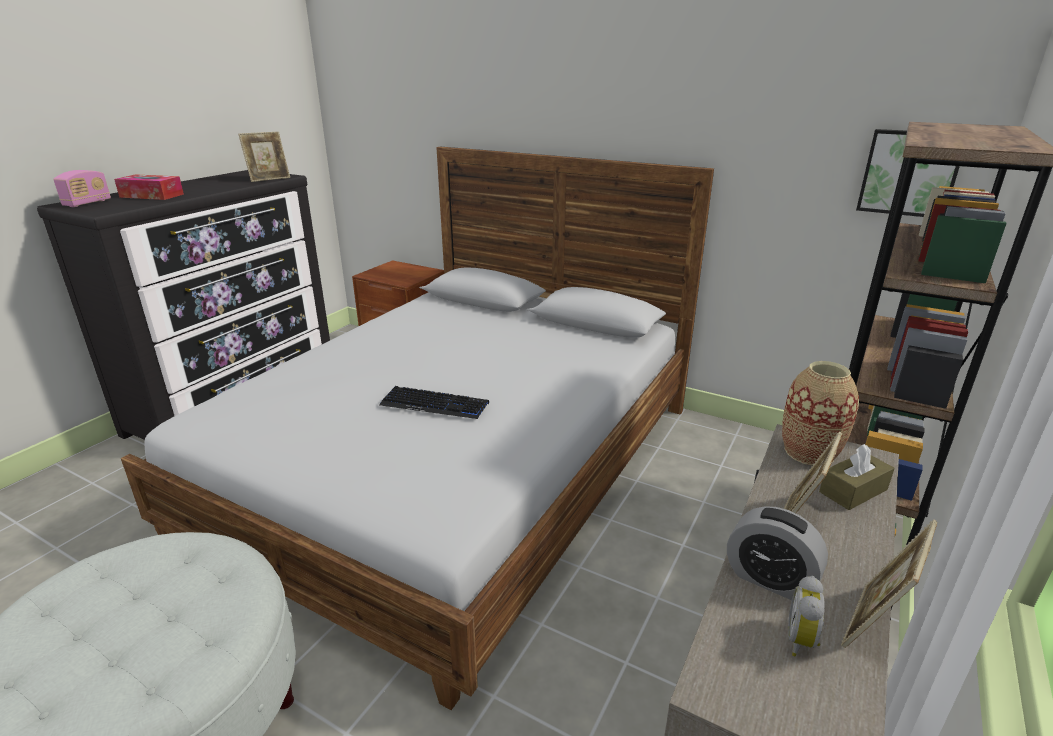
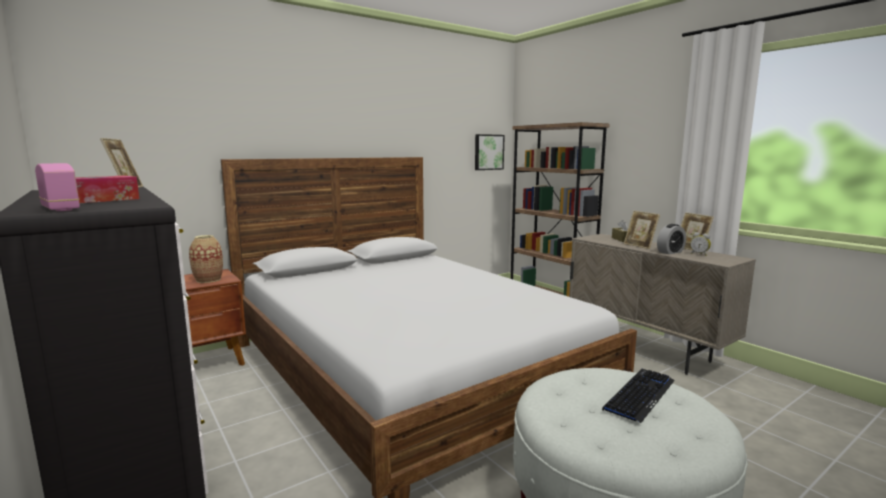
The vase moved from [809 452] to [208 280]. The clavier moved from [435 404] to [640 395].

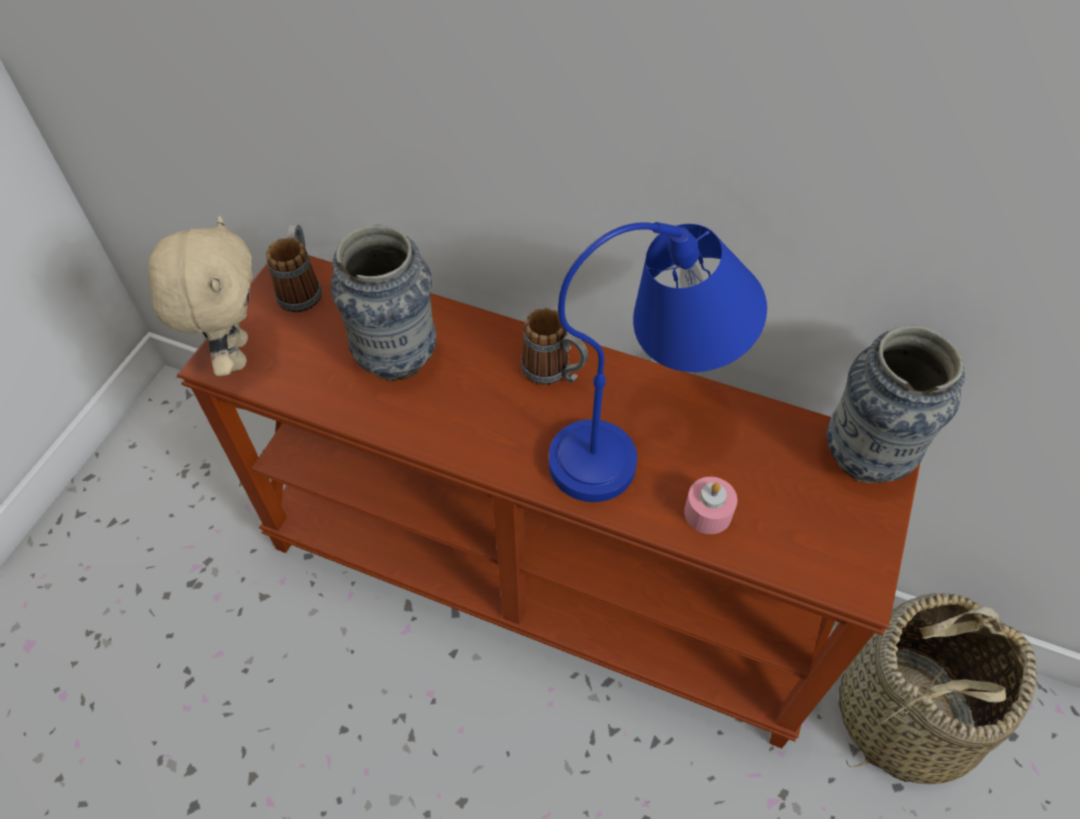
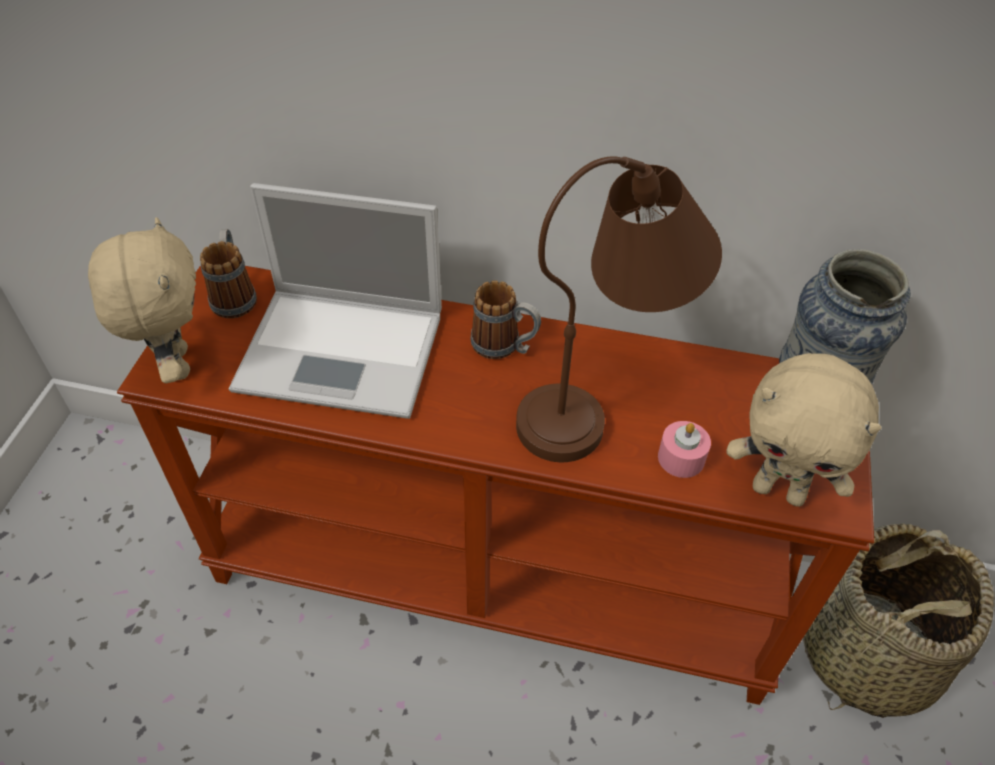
The lampe de table [bleu] at [643 439] became the lampe de table [marron] at [604 398]. The vase at [397 359] was replaced by the ordinateur portable at [345 351]. The peluche [beige] at [779 490] appeared.

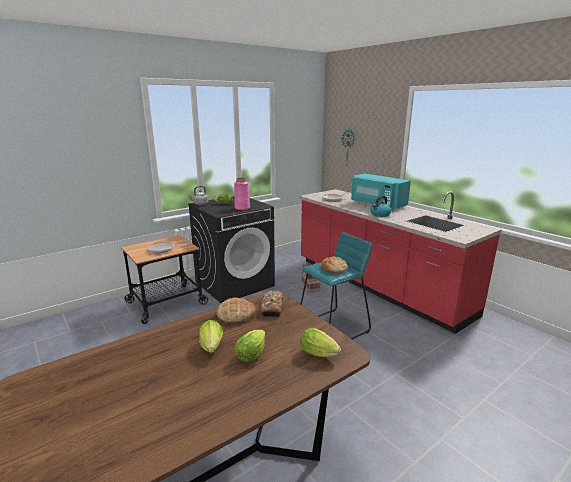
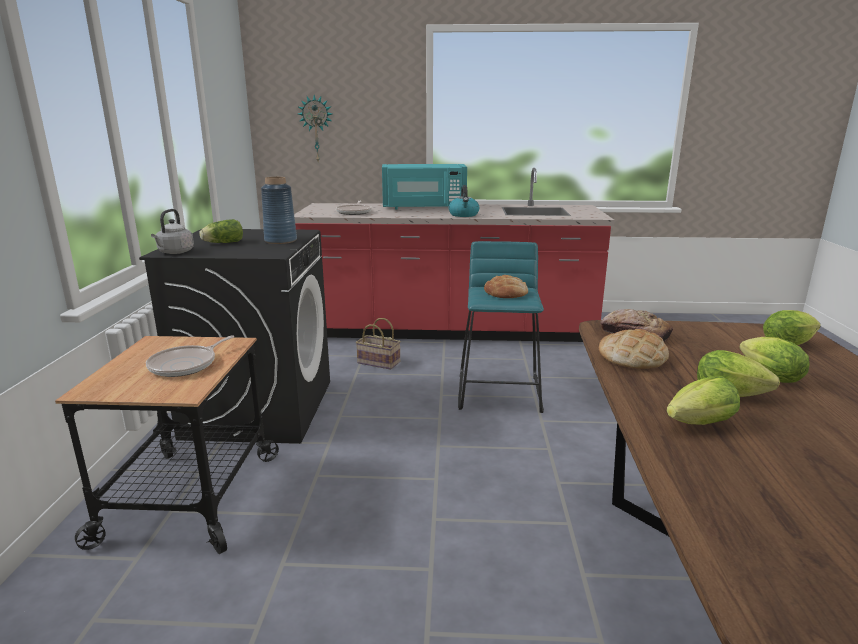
The vase [rose] at [242 208] became the vase [bleu] at [280 240]. The laitue at [696 425] appeared.

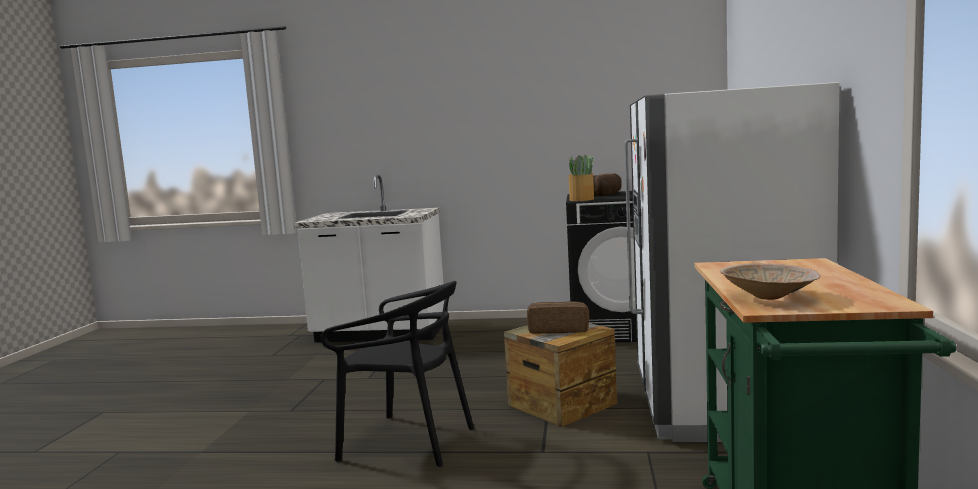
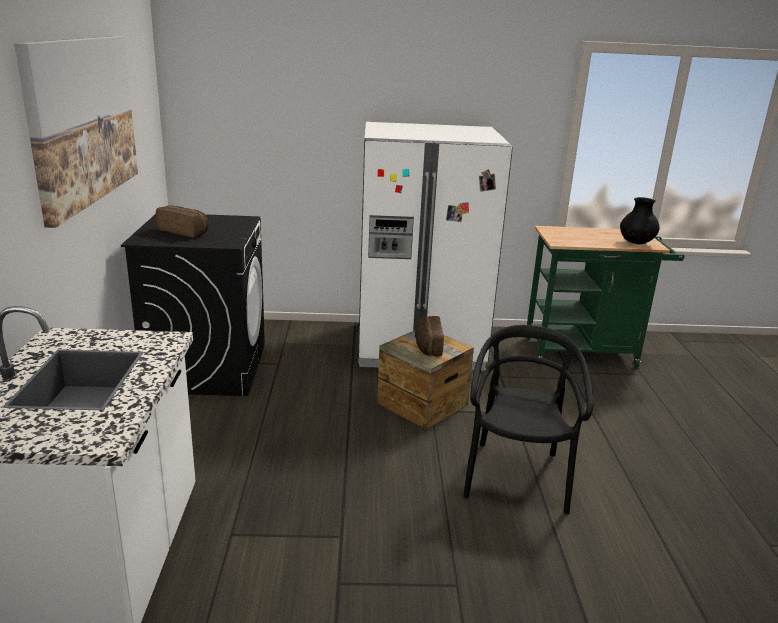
The plante en pot at [582 199] disappeared. The bol [beige] at [770 297] was replaced by the vase [noir] at [636 243]. The tableau at [83 121] appeared.

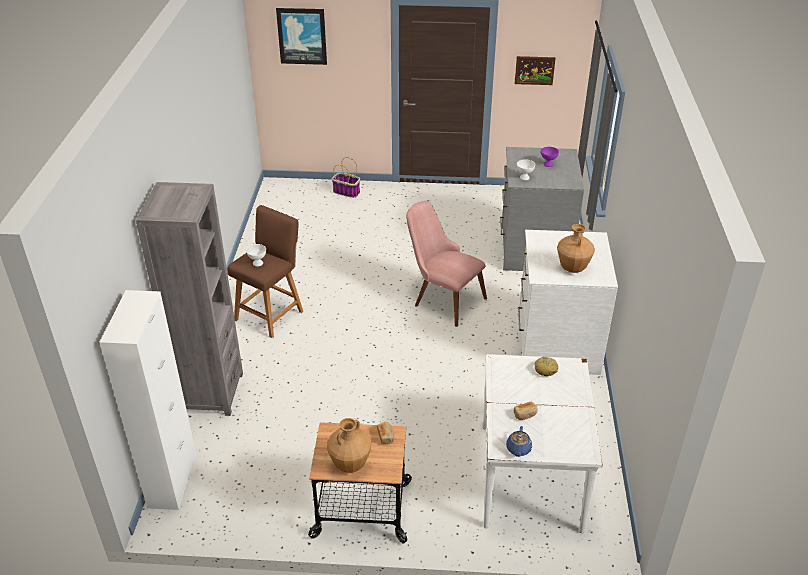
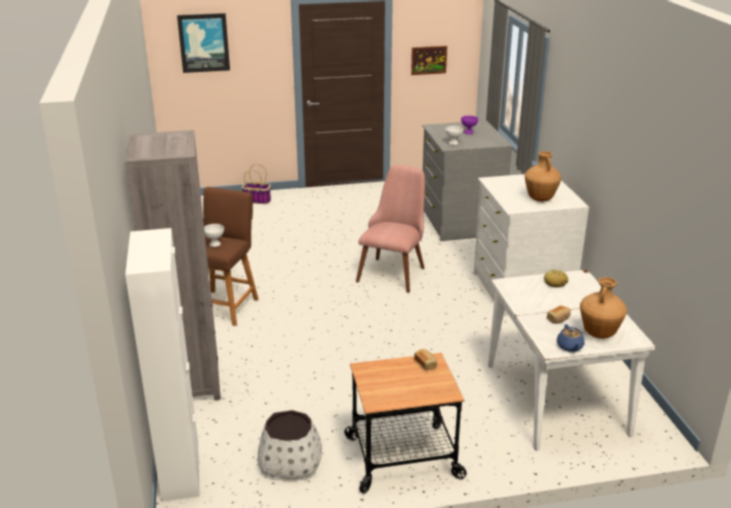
The chaise [rose] at [442 299] turned 90 degrees clockwise. The vase [marron] moved from [350 465] to [599 334]. The cache-pot [blanc] at [290 460] appeared.

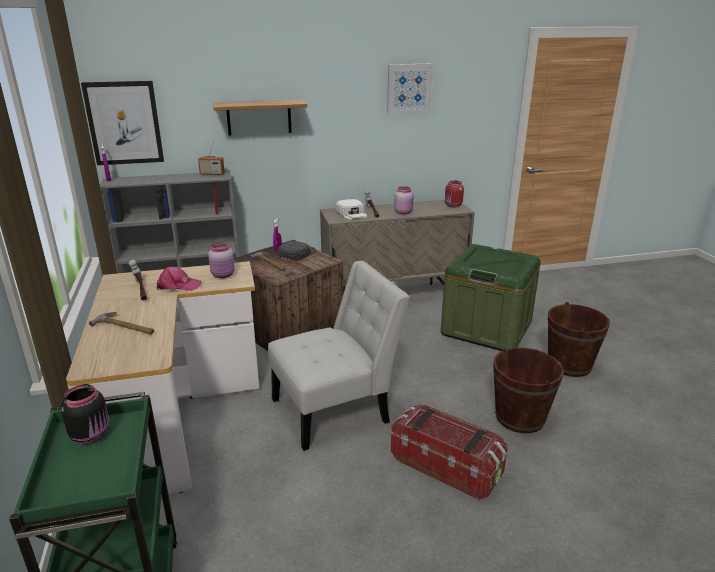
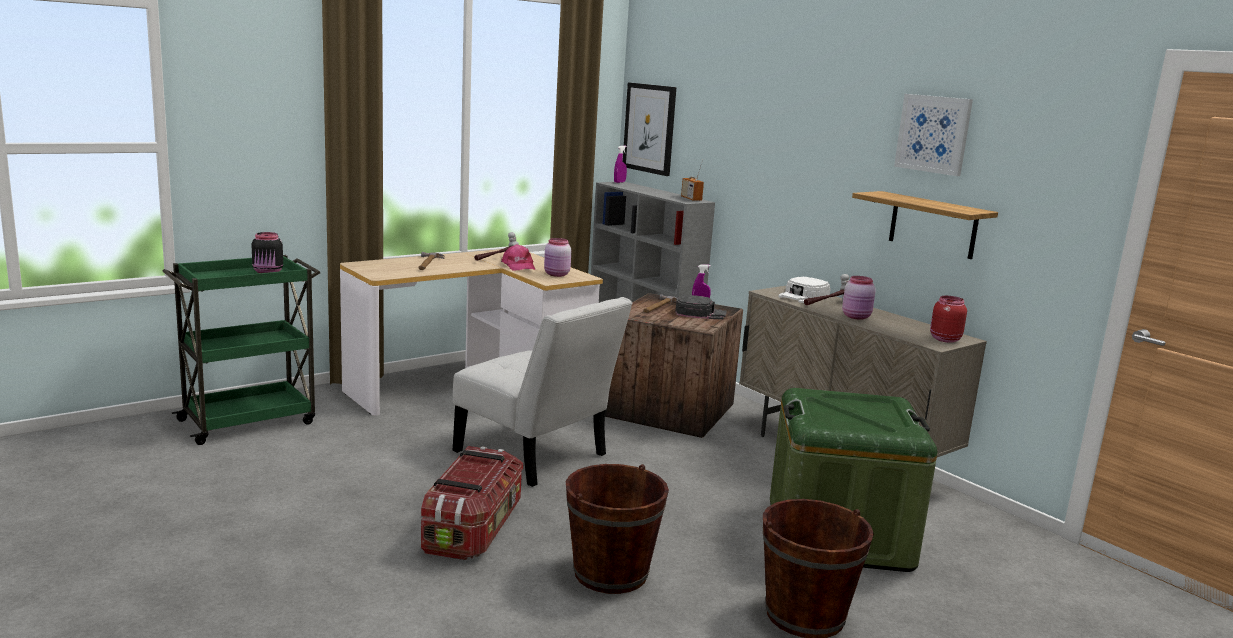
The étagère moved from [259 117] to [933 225].

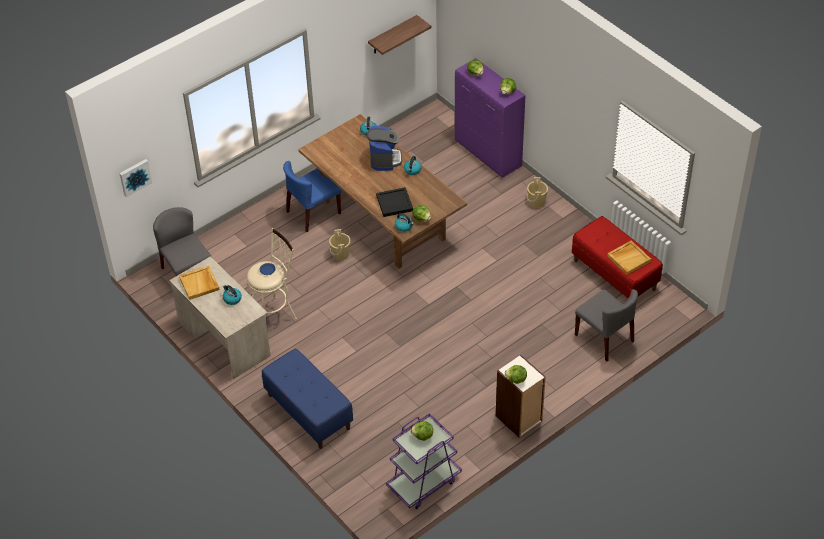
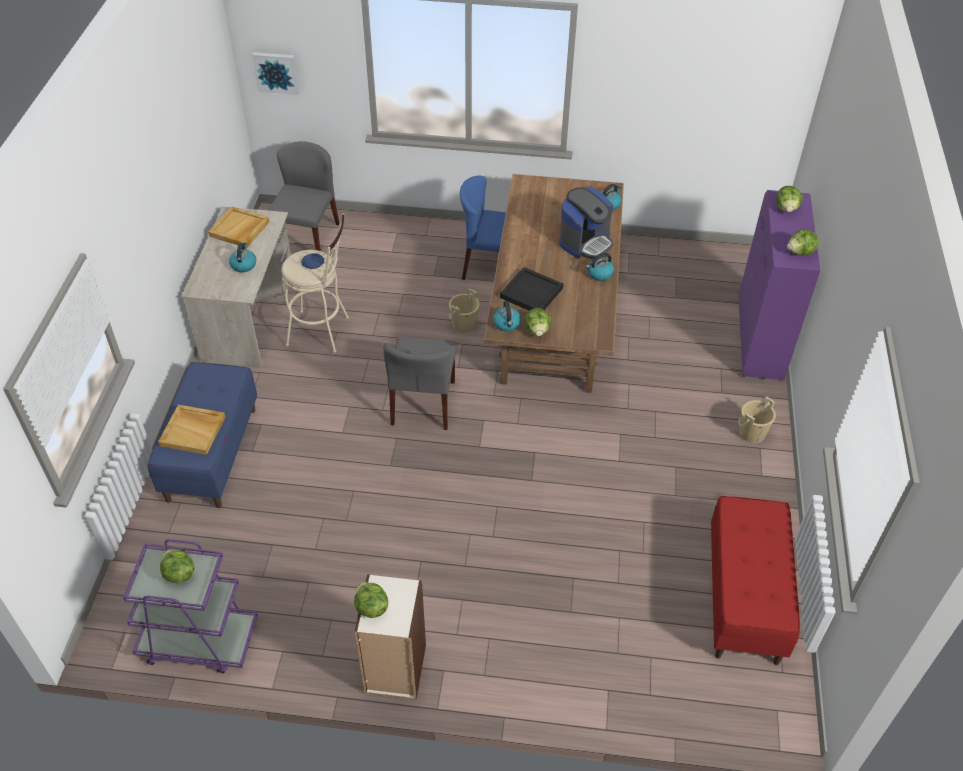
The étagère at [392 35] disappeared. The plateau [beige] moved from [629 258] to [193 431]. The chaise [gris] moved from [604 338] to [423 403].

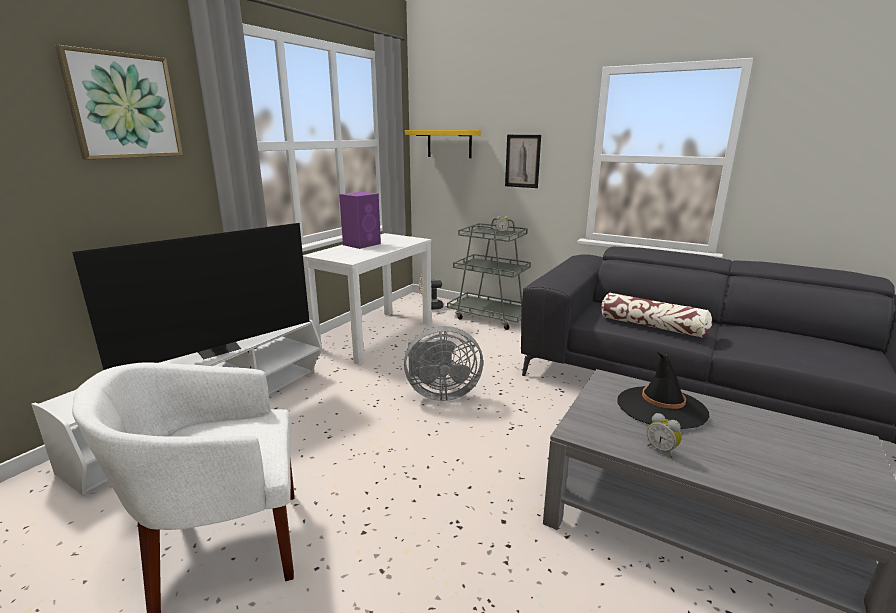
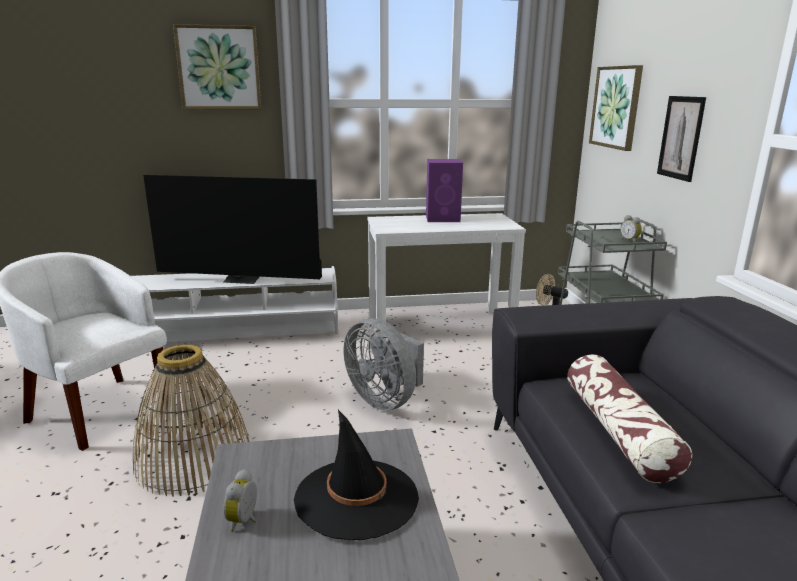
The étagère [jaune] at [449 143] was replaced by the tableau at [616 107]. The panier at [194 459] appeared.

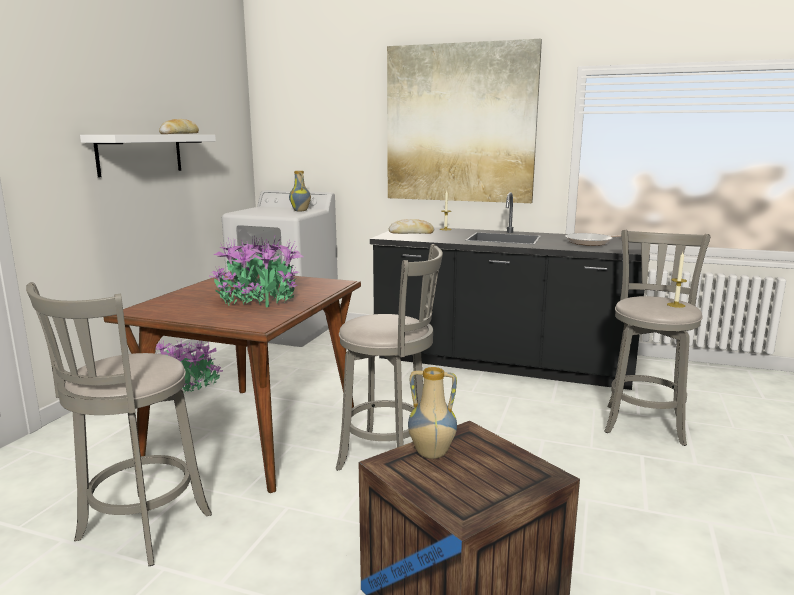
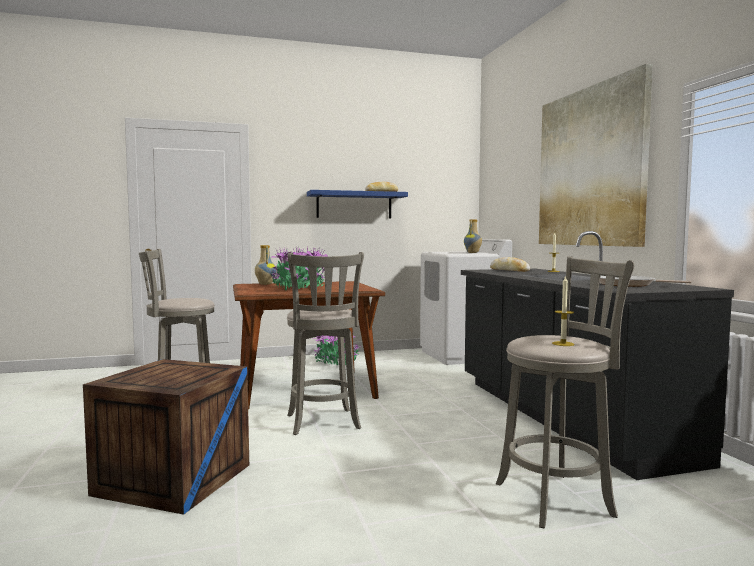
The étagère [blanc] at [140 154] became the étagère [bleu] at [354 205]. The vase moved from [431 454] to [265 284].

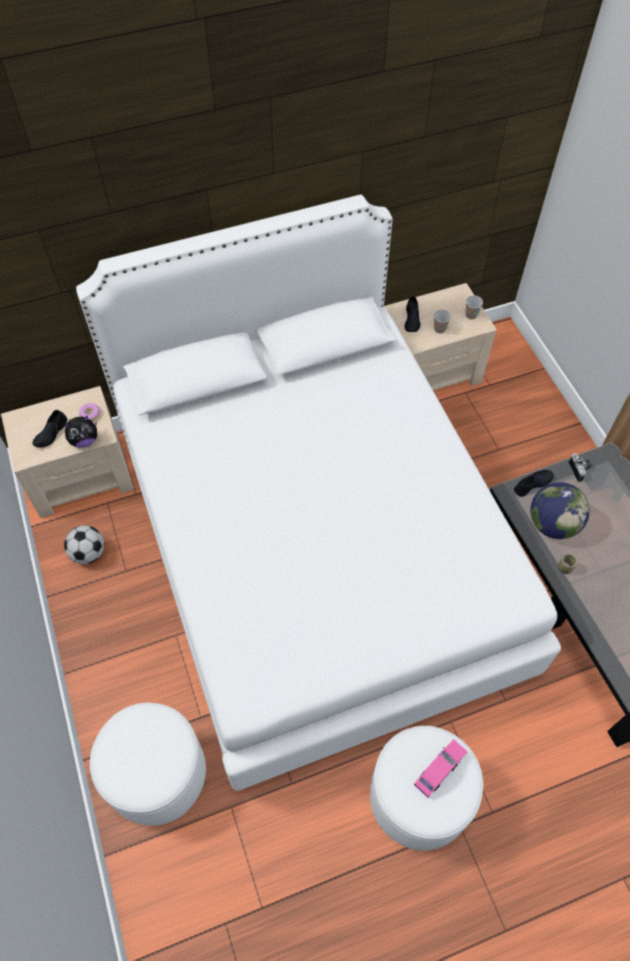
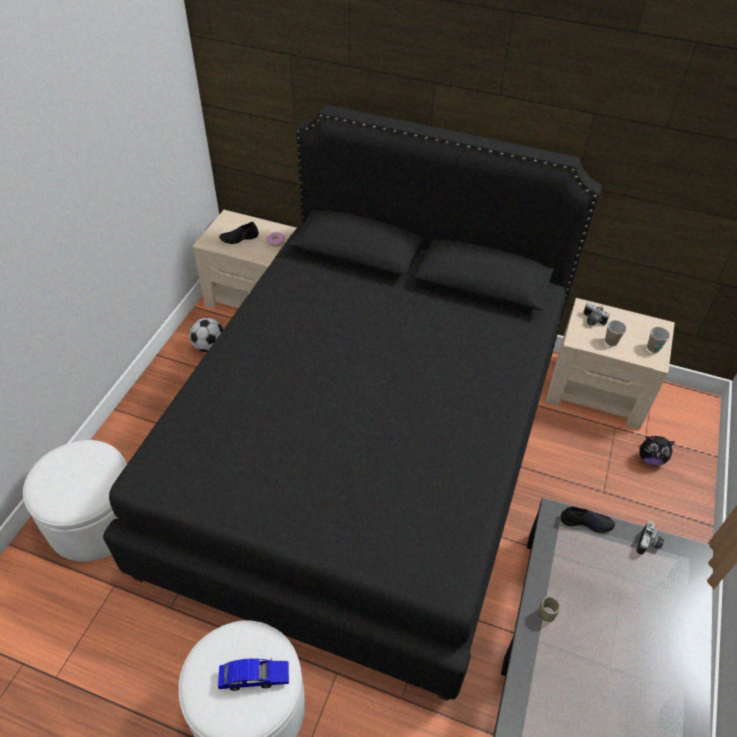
The lit [blanc] at [314 546] became the lit [noir] at [366 452]. The chaussure [noir] at [412 320] was replaced by the appareil photo at [591 321]. The peluche moved from [84 440] to [650 458]. The globe at [552 524] disappeared. The petite voiture [rose] at [440 769] became the petite voiture [bleu] at [254 677].

